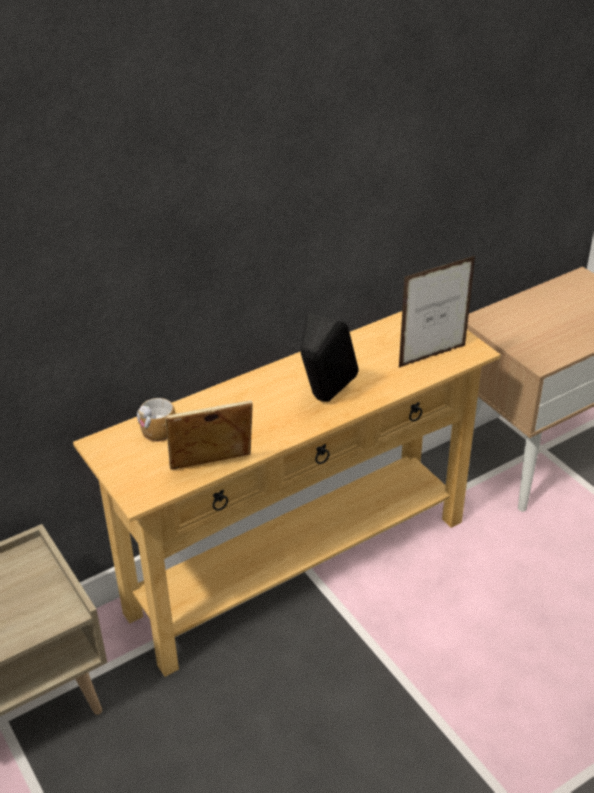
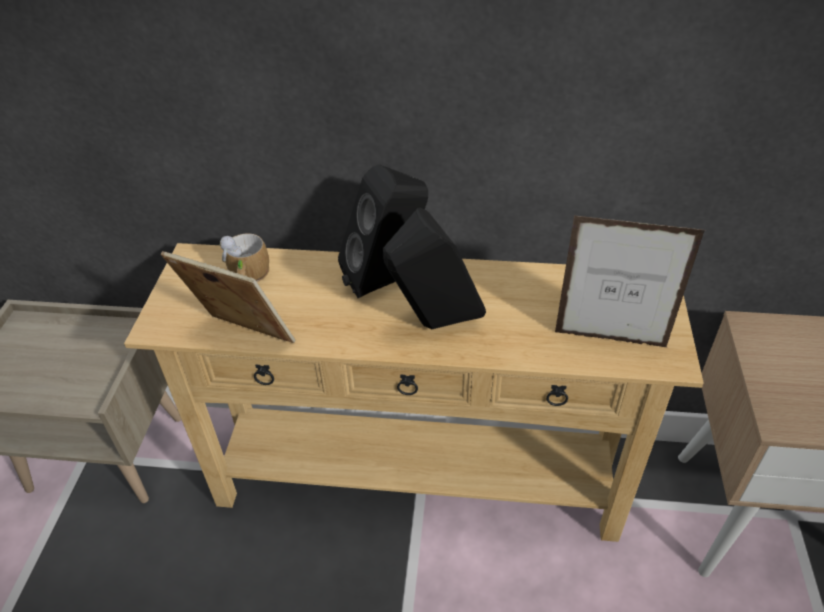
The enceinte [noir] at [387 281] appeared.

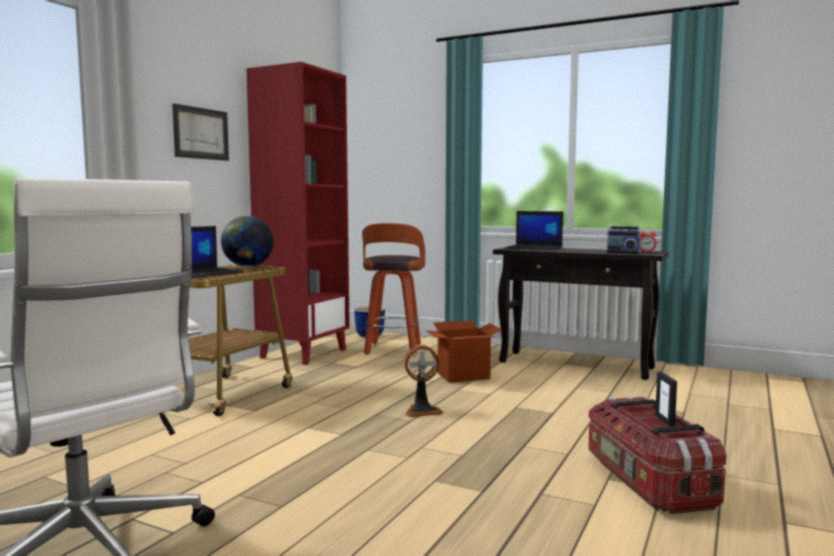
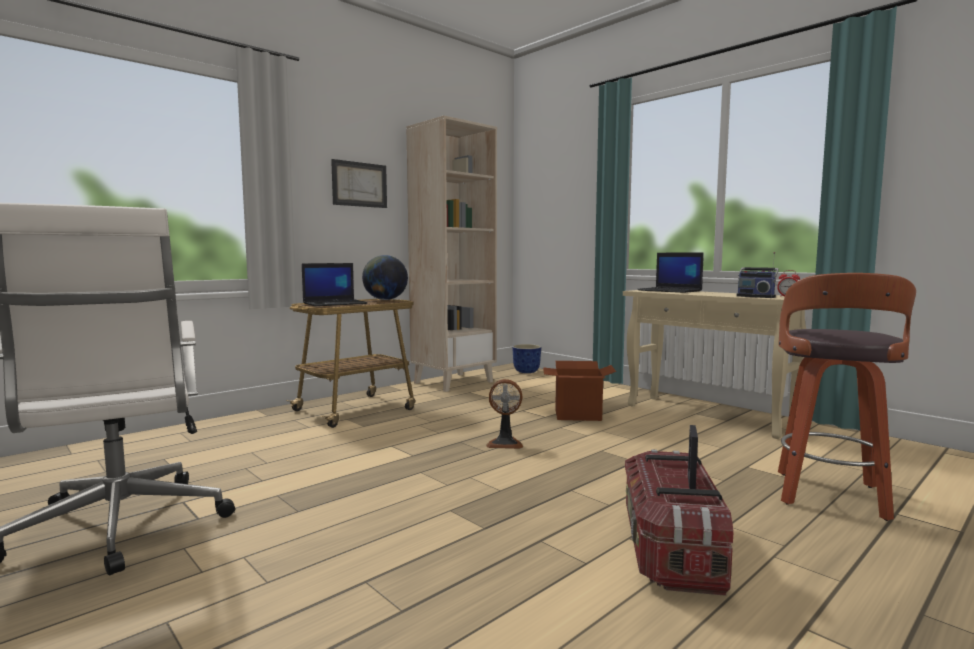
The bibliothèque [rouge] at [303 353] became the bibliothèque [beige] at [453 382]. The tabouret moved from [393 350] to [830 496]. The table console [noir] at [576 365] became the table console [beige] at [709 416].

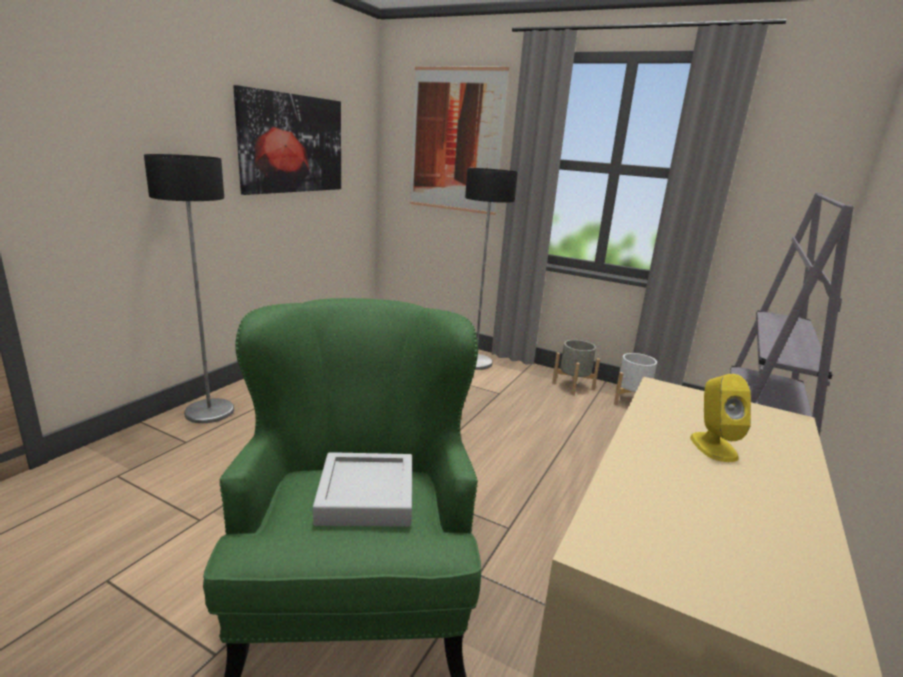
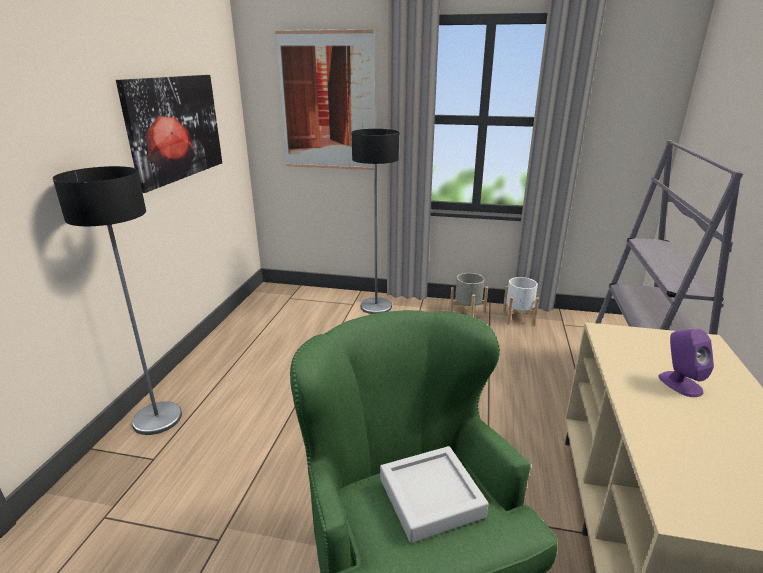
The enceinte [jaune] at [713 446] became the enceinte [violet] at [679 383].

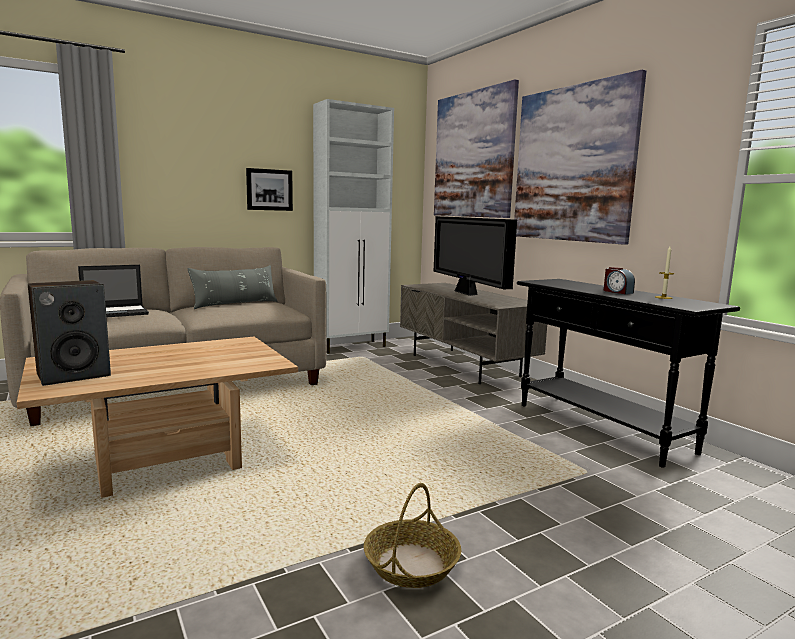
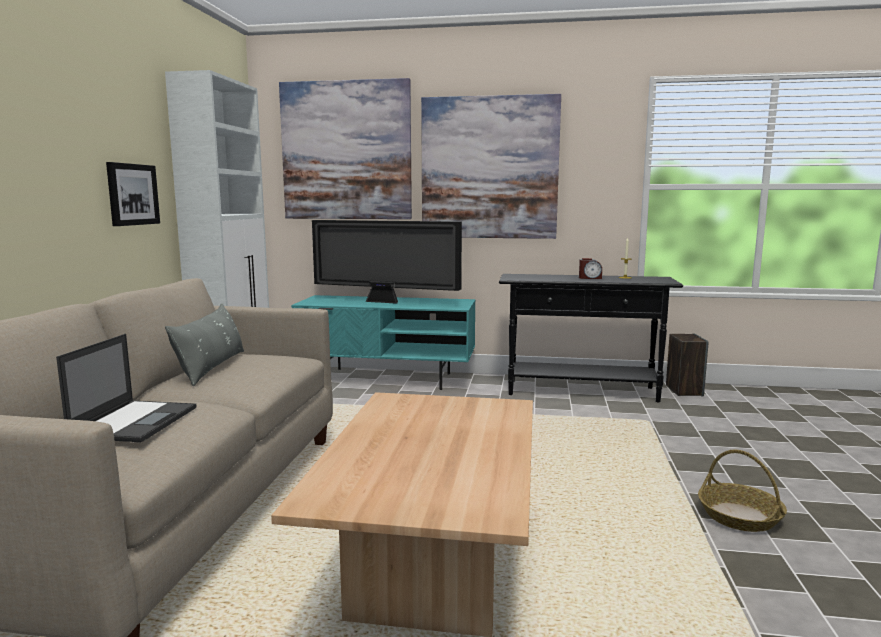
The enceinte moved from [74 375] to [683 391]. The meuble télé [gris] at [465 365] became the meuble télé [turquoise] at [388 378].

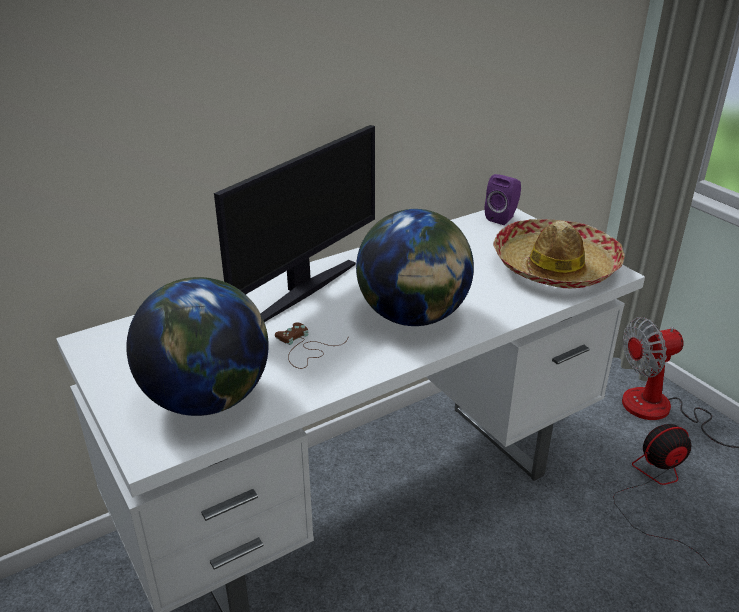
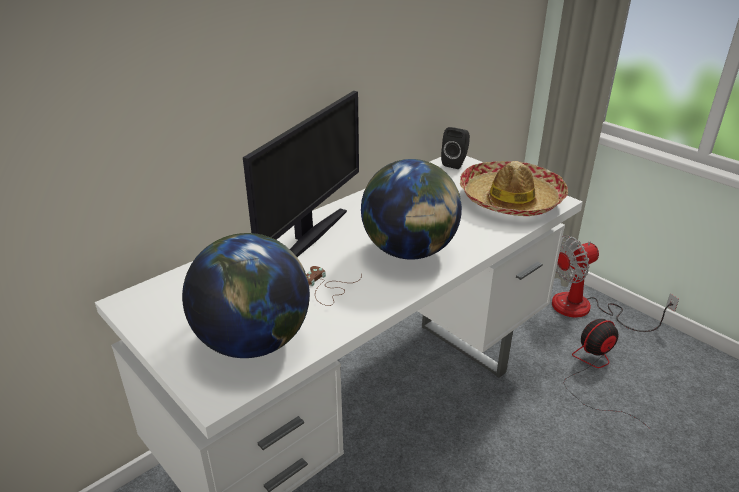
The enceinte [violet] at [503 218] became the enceinte [noir] at [455 163].

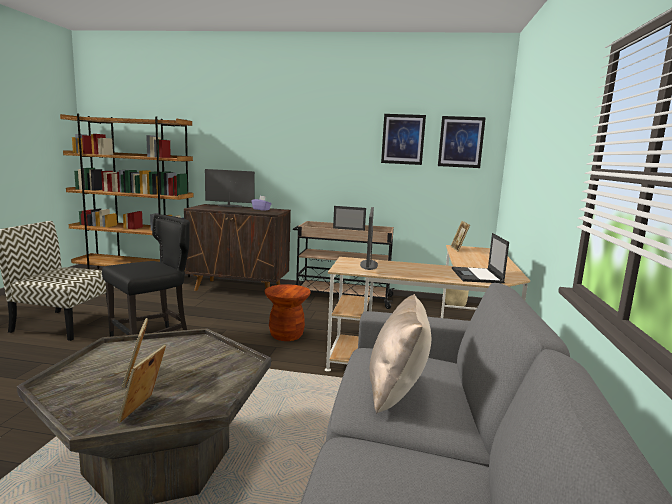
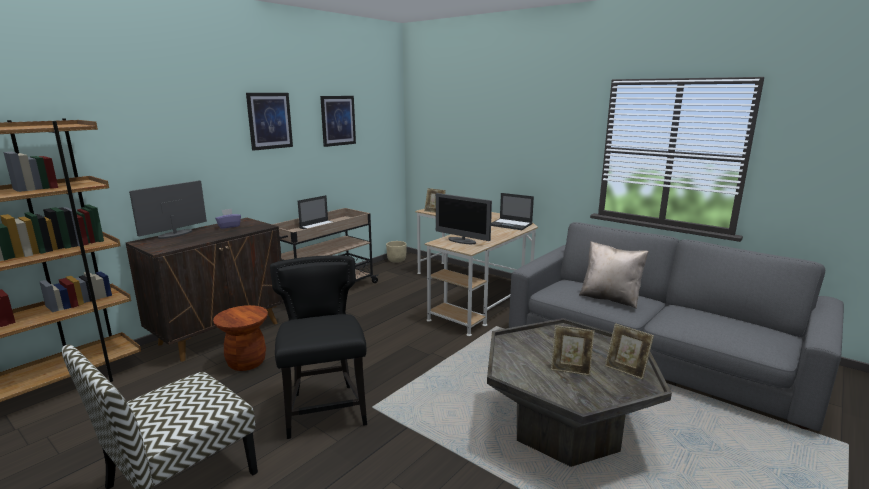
The tableau moved from [461 142] to [269 121]. The tabouret [marron] moved from [286 335] to [246 362].

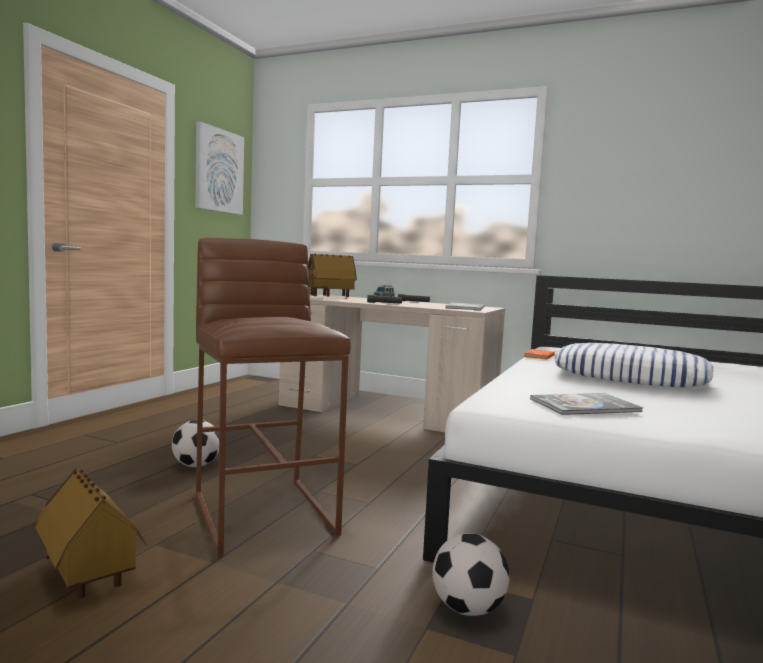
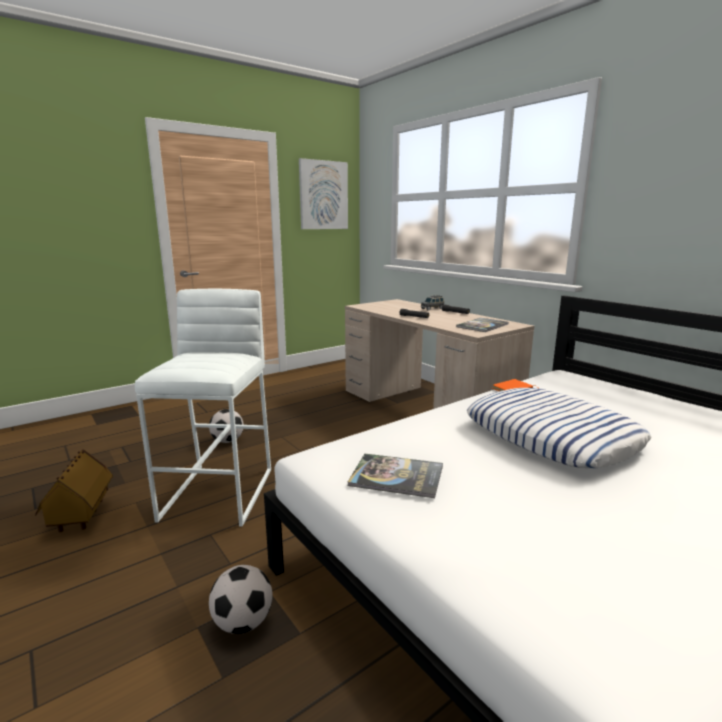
The tabouret [marron] at [265 513] became the tabouret [blanc] at [220 493]. The maison miniature at [329 297] disappeared.

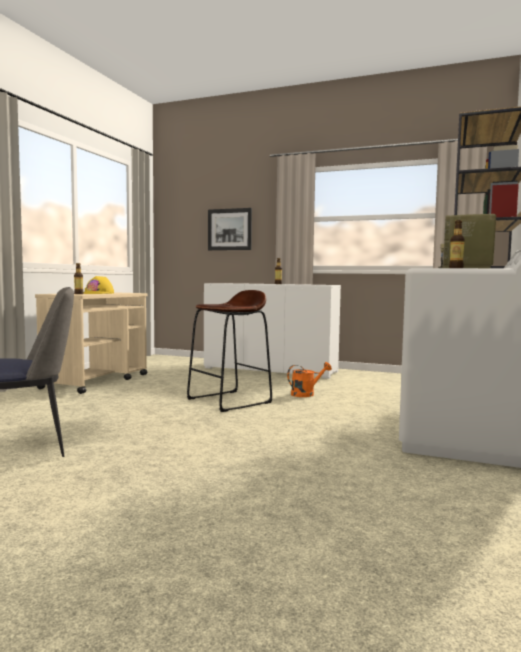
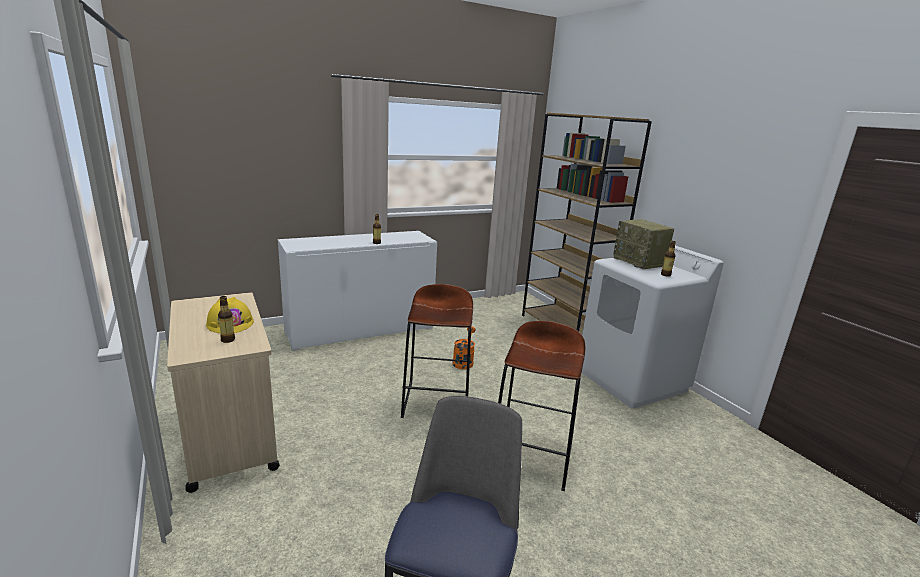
The tableau at [229 229] disappeared. The tabouret [marron] at [532 456] appeared.

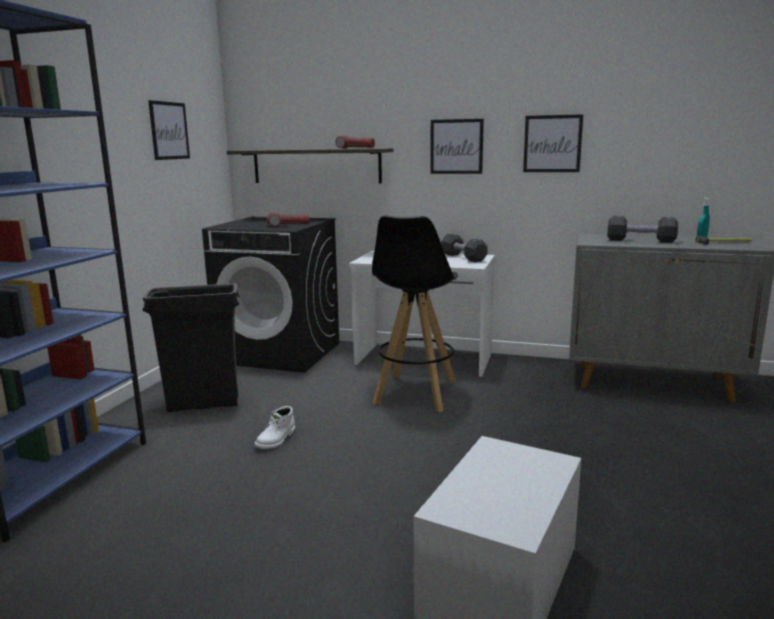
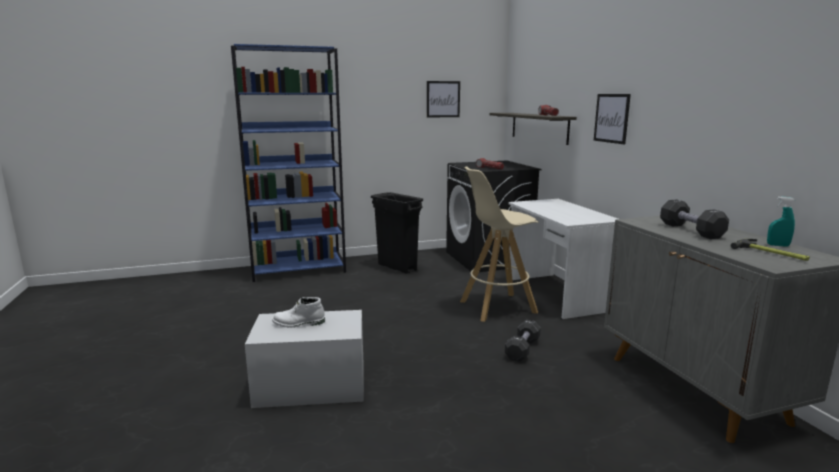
The tableau at [552 144] disappeared. The tabouret [noir] at [415 393] became the tabouret [beige] at [496 307]. The haltère [noir] moved from [463 257] to [522 349]. The botte [blanc] moved from [276 440] to [298 323].

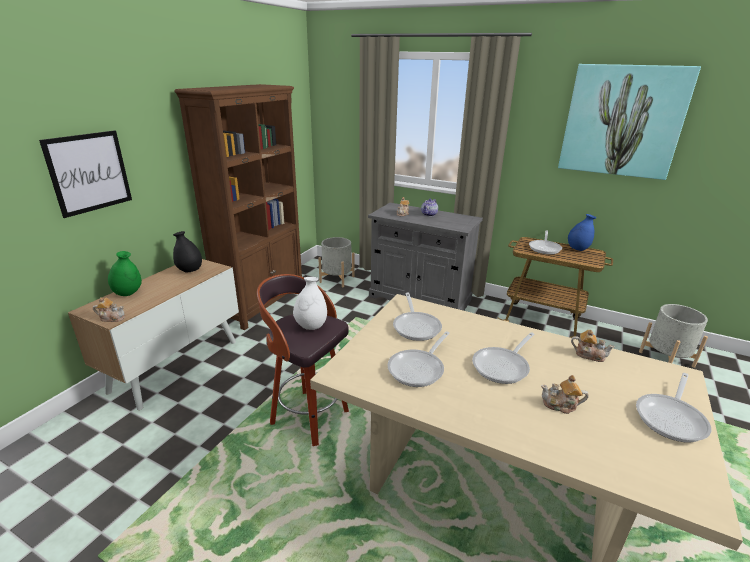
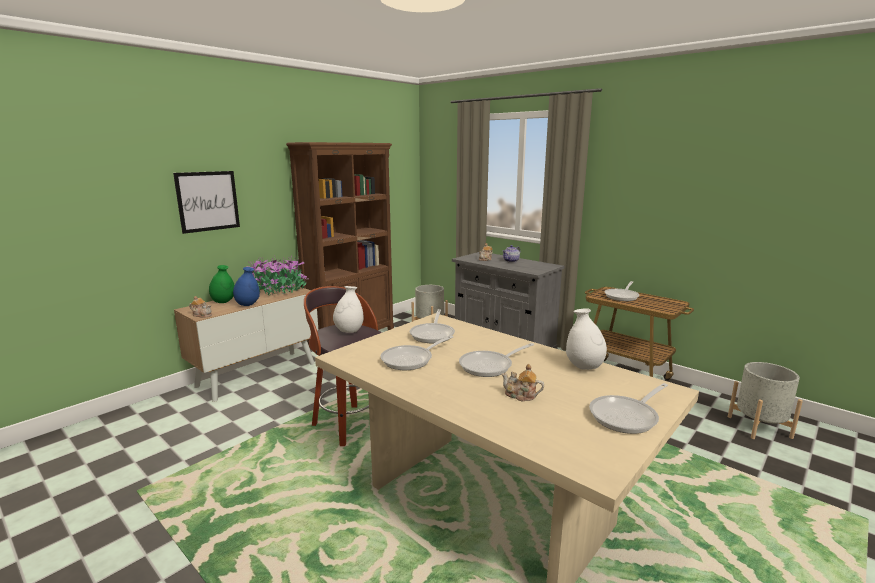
The tableau at [622 121] disappeared. The vase [bleu] moved from [577 249] to [247 304]. The vase [noir] at [190 271] was replaced by the plante en pot at [280 291]. The théière at [589 355] was replaced by the vase [blanc] at [584 367].

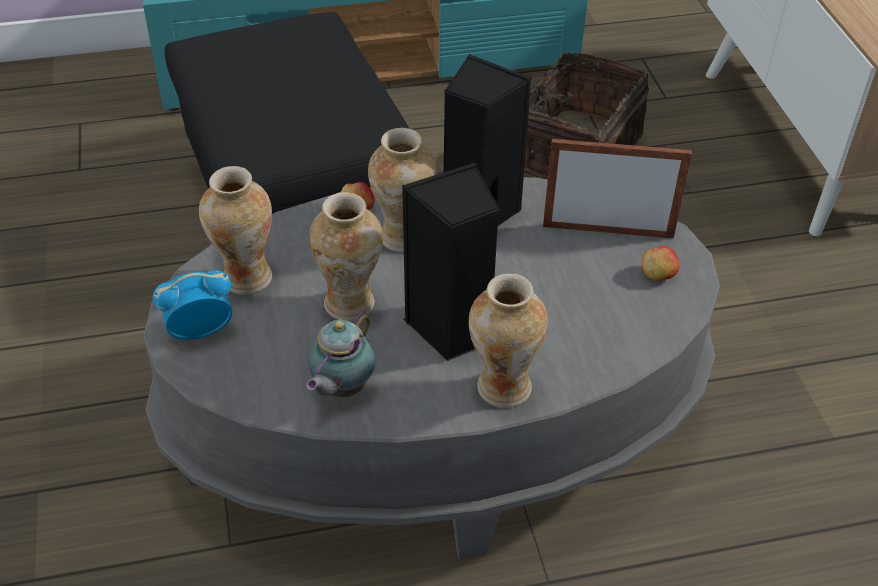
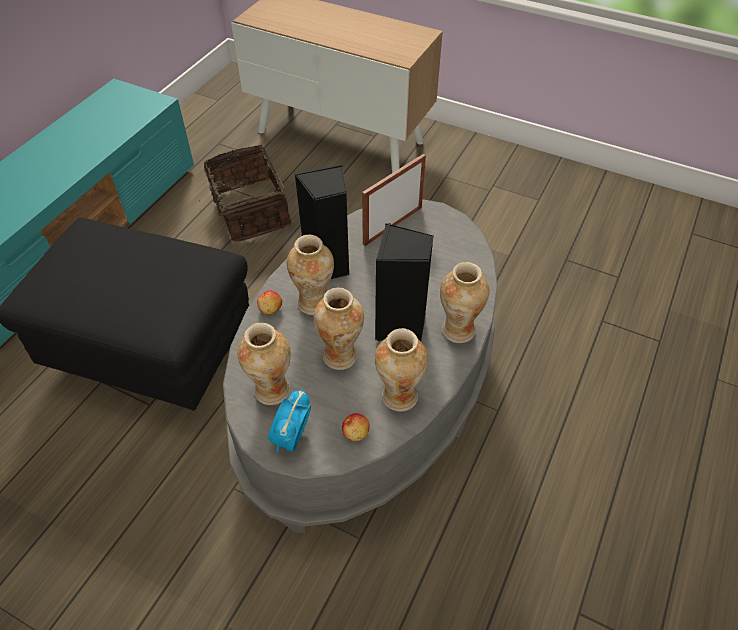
The pomme moved from [657 274] to [356 433]. The théière at [341 388] was replaced by the vase at [398 397].

